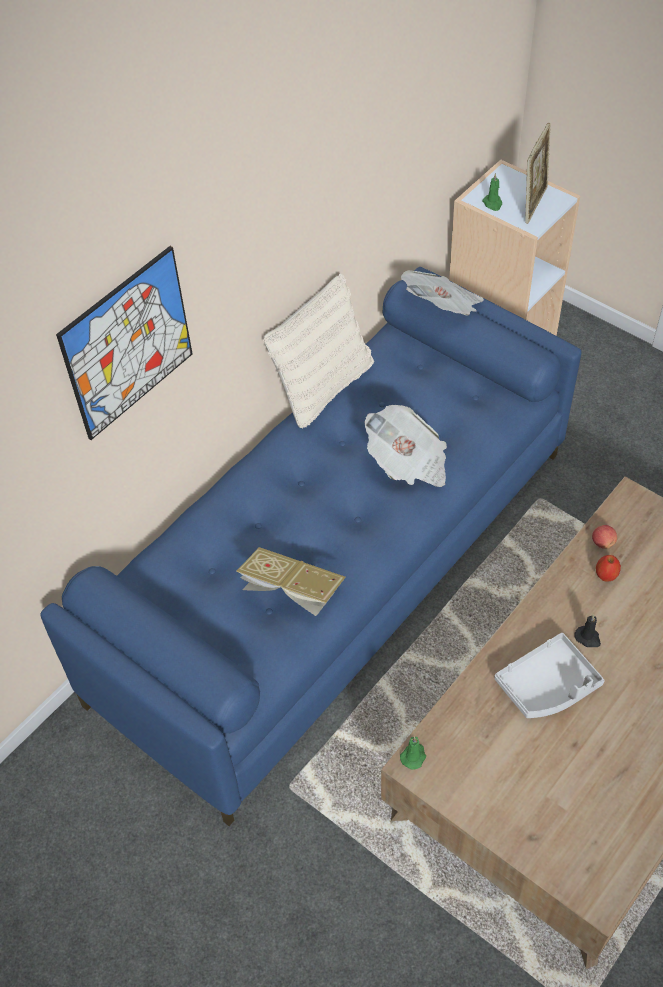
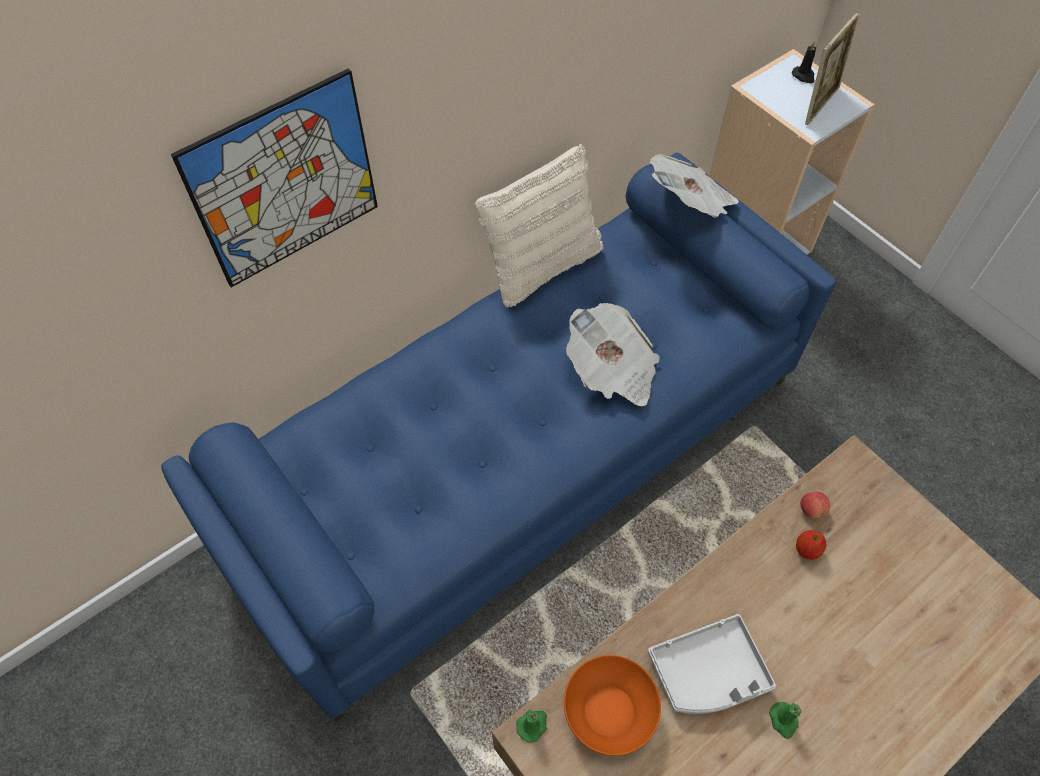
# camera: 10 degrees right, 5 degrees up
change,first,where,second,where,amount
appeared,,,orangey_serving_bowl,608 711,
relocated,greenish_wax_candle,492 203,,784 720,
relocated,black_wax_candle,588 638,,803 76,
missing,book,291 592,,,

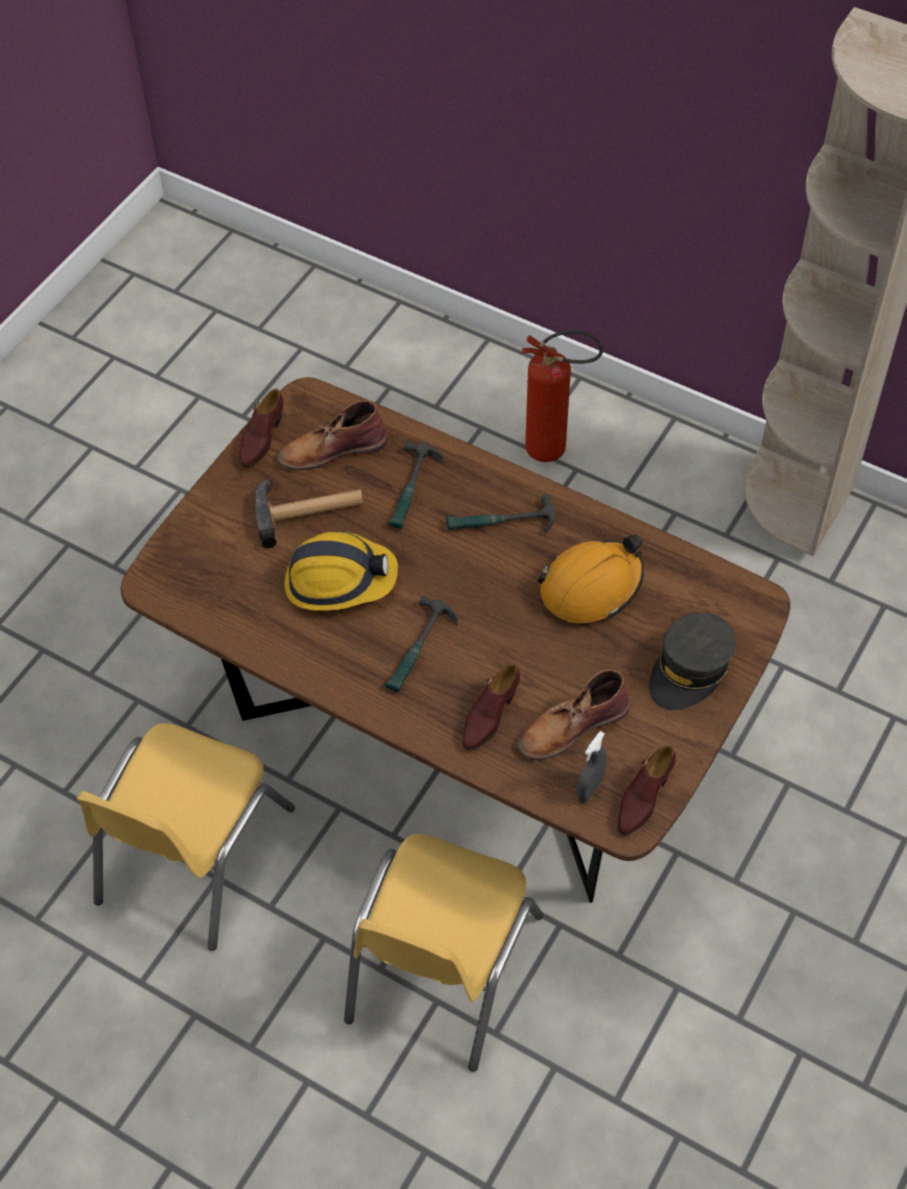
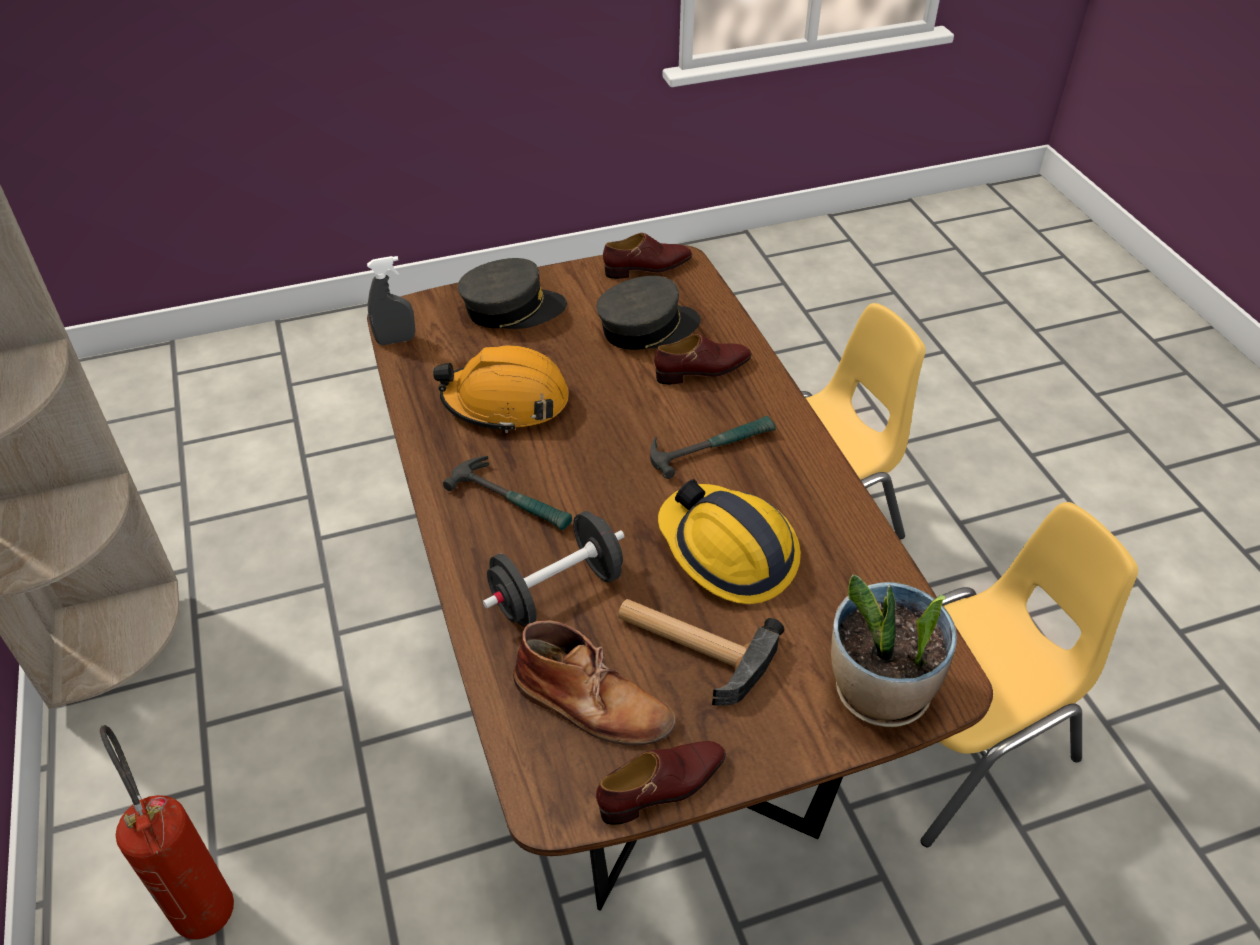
# camera: 140 degrees left, 10 degrees down
change,first,where,second,where,amount
relocated,grey_spray_bottle,590 789,,396 340,
exchanged,tool_hammer,412 489,black_hand_weight,557 592,
exchanged,brown-coloured_boot,571 726,grey_cap,647 328,
appeared,,,houseplant,879 692,

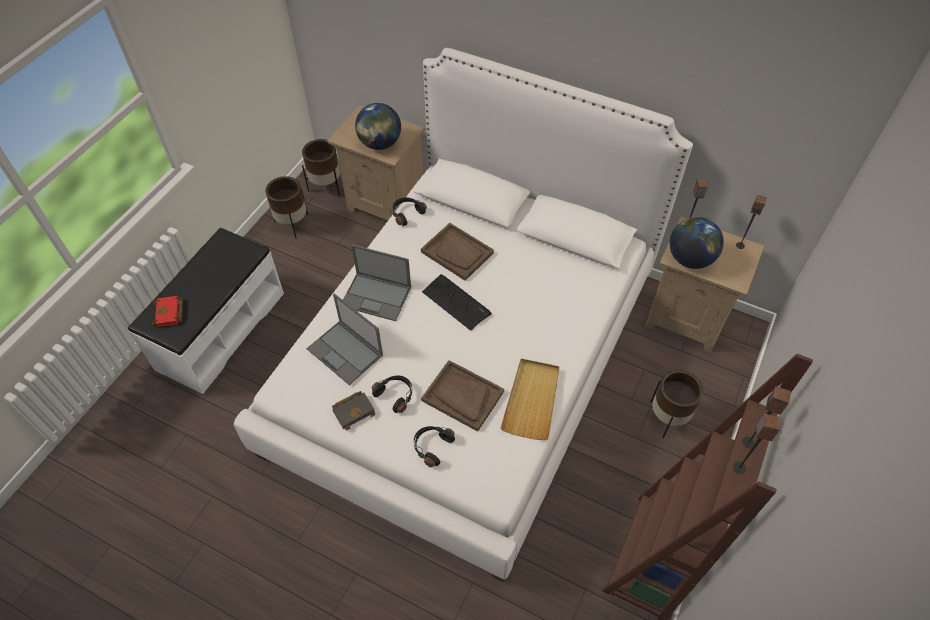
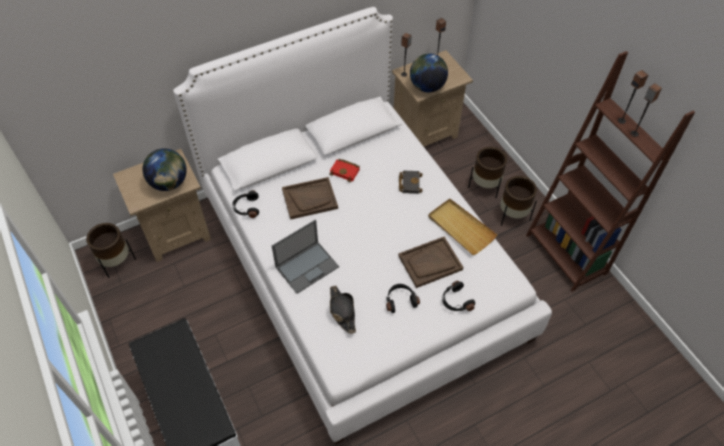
# camera: 55 degrees left, 0 degrees up
change,first,where,second,where,amount
relocated,red-coloured_book,170 313,,345 171,
exchanged,laptop,346 352,black_hat,342 311,
relocated,black_book,354 410,,409 183,
relocated,brown-coloured_plant_pot,292 224,,513 216,
missing,keyboard,456 302,,,

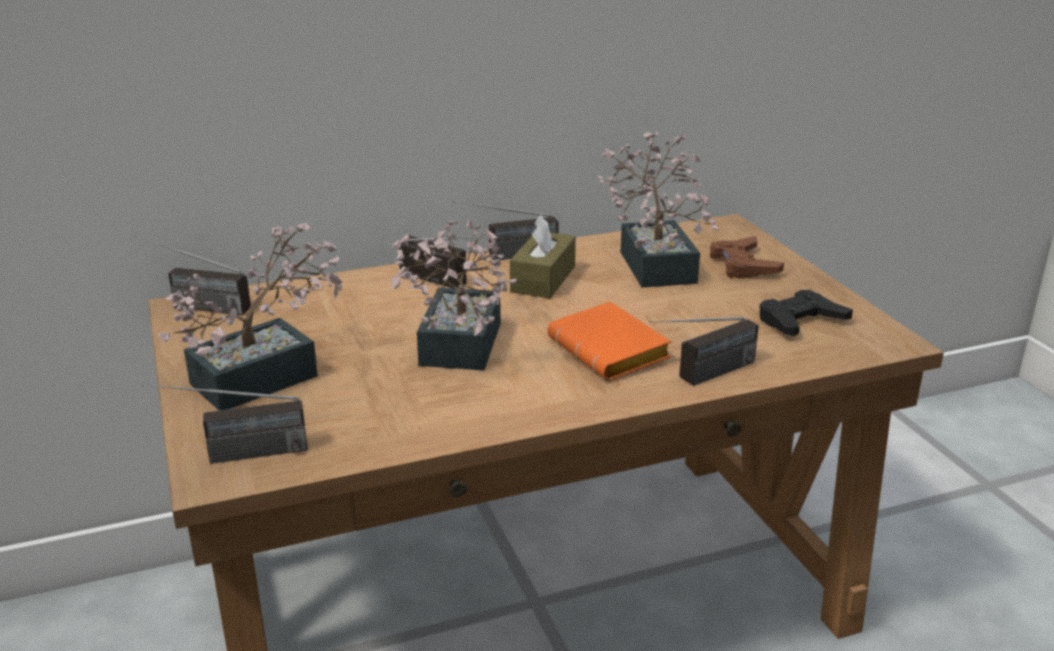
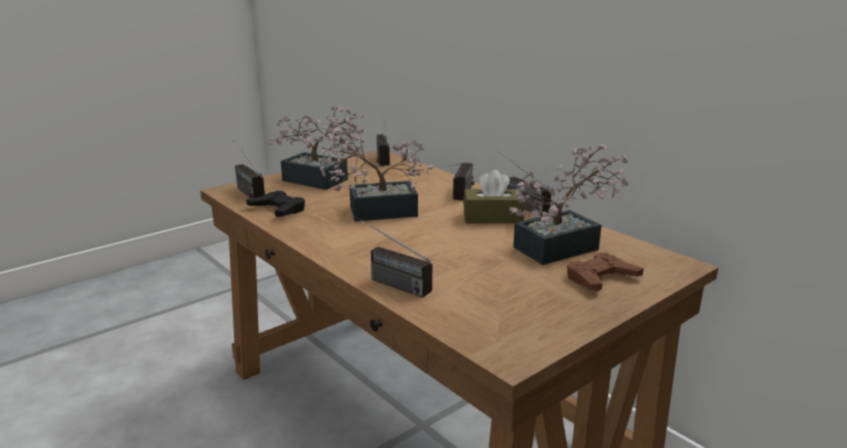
# camera: 70 degrees right, 5 degrees down
change,first,where,second,where,amount
relocated,black_game_controller,800 321,,278 209,
missing,orangey_book,613 351,,,

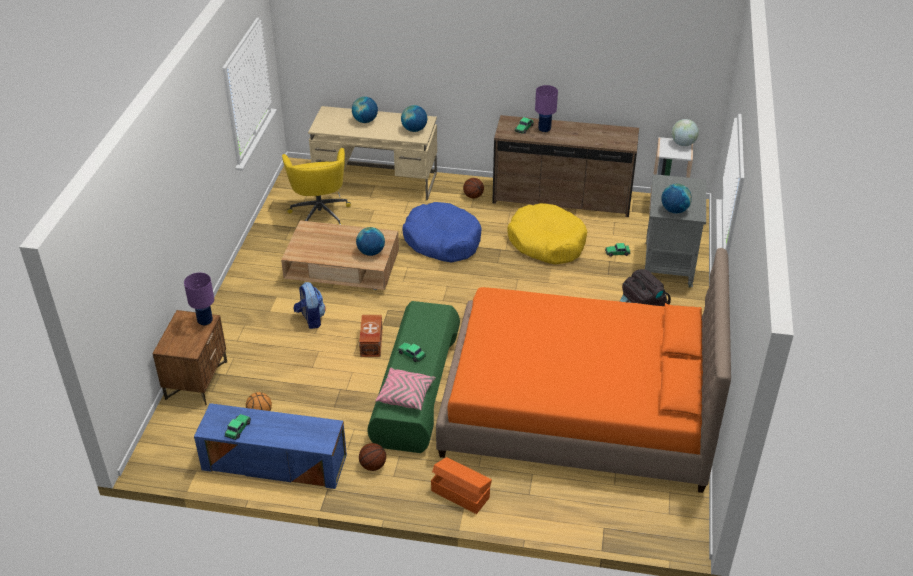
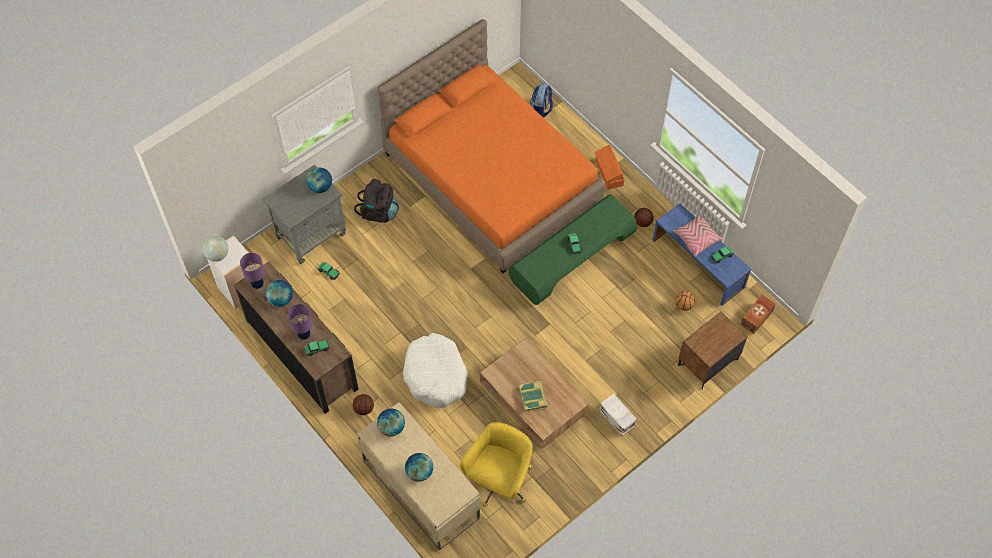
# camera: 140 degrees left, 20 degrees up
change,first,where,second,where,amount
relocated,purplish_table_lamp,205 321,,257 284,
relocated,world_globe,371 252,,281 299,
colour,blue_dog_cushion,442 241,whitish_dog_cushion,435 375,
appeared,,,book,533 397,
relocated,rucksack,311 319,,541 109,
appeared,,,whitish_storage_bin,617 418,
relocated,pink-coloured_pillow,406 395,,696 238,
relocated,brown-coloured_storage_bin,370 343,,757 318,
missing,yellow_dog_cushion,546 242,,,

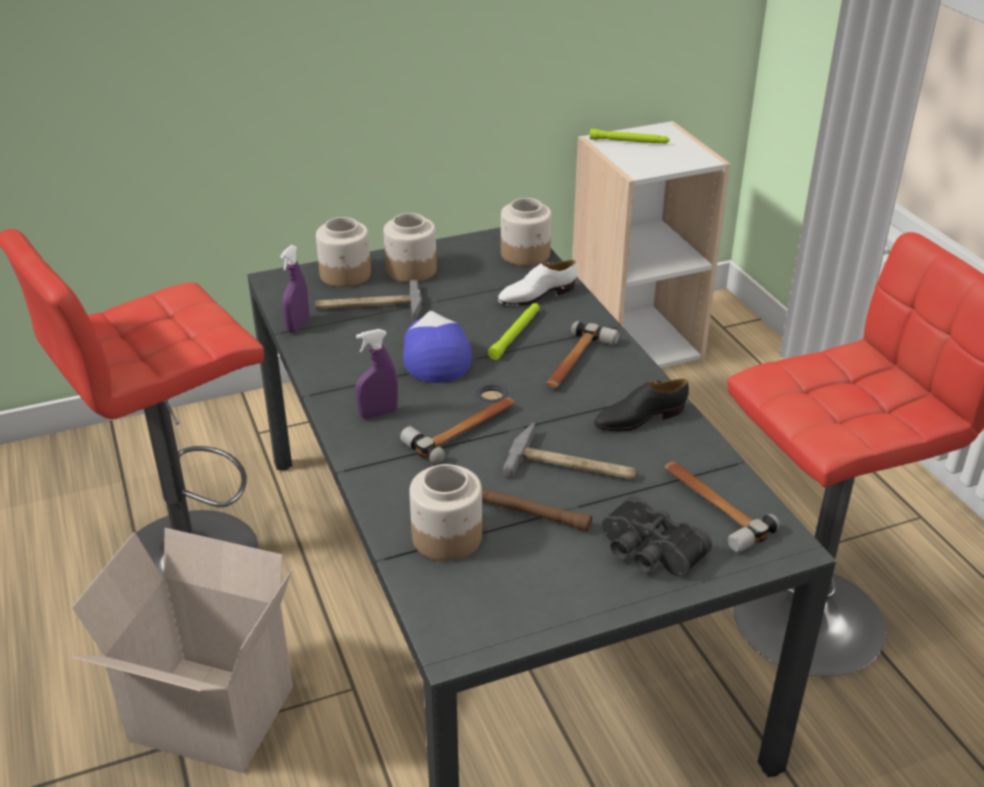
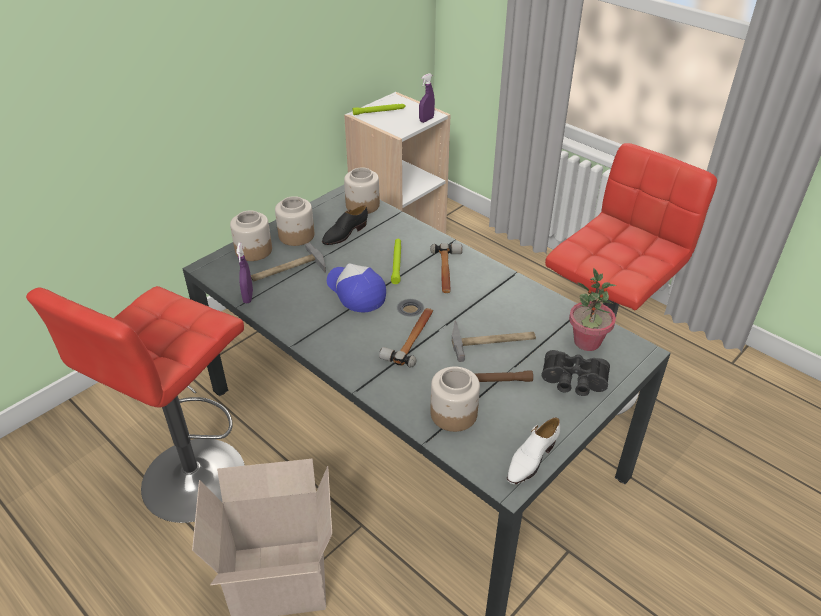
# camera: 25 degrees left, 5 degrees up
change,first,where,second,where,amount
relocated,black_shoe,639 418,,344 233,
relocated,purplish_spray_bottle,378 413,,426 120,
relocated,whitish_shoe,536 295,,531 459,
exchanged,tool_hammer,711 507,houseplant,587 342,

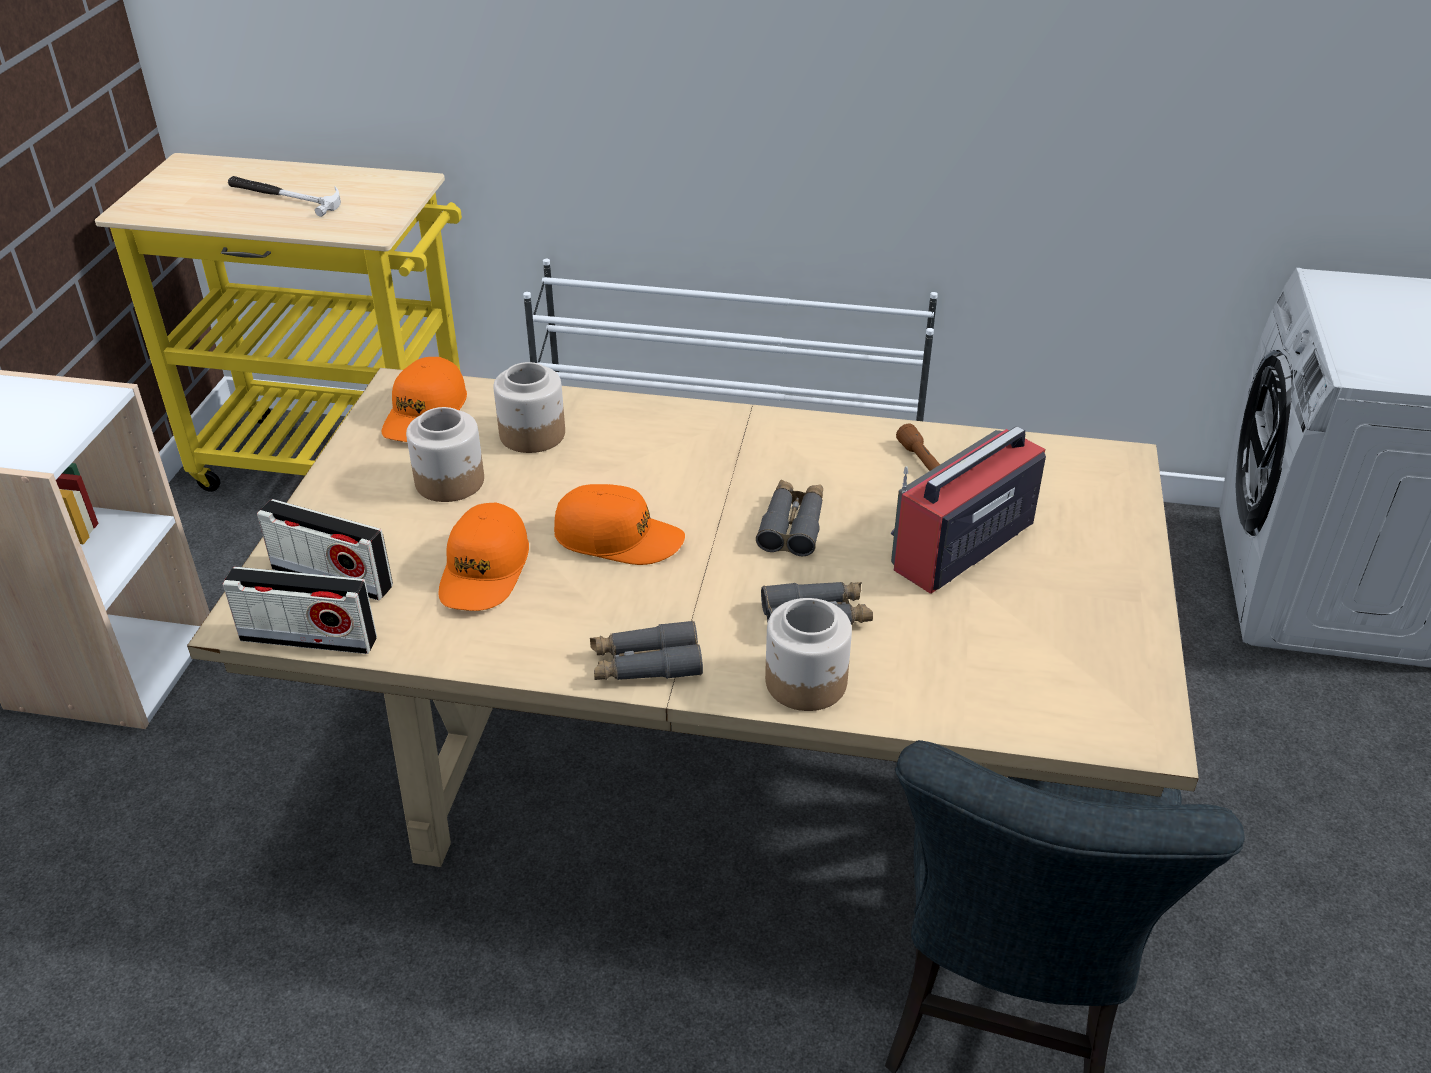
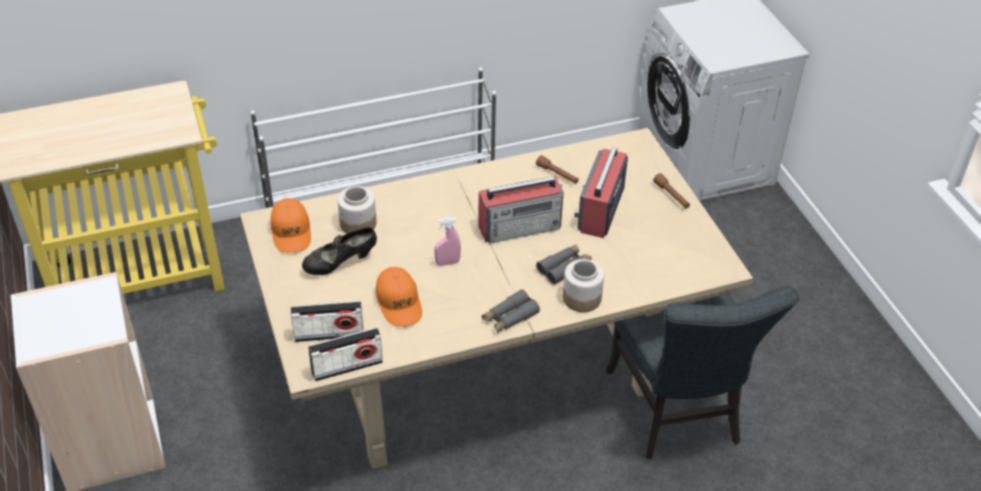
# camera: 30 degrees left, 5 degrees up
change,first,where,second,where,amount
exchanged,storage_jar,451 481,black_shoe,340 264,
exchanged,orangey_cap,618 538,pink-coloured_spray_bottle,447 263,
exchanged,grey_field_glasses,792 525,radio,521 227,
appeared,,,brown-coloured_hand_torch,671 196,
missing,tool_hammer,285 197,,,

